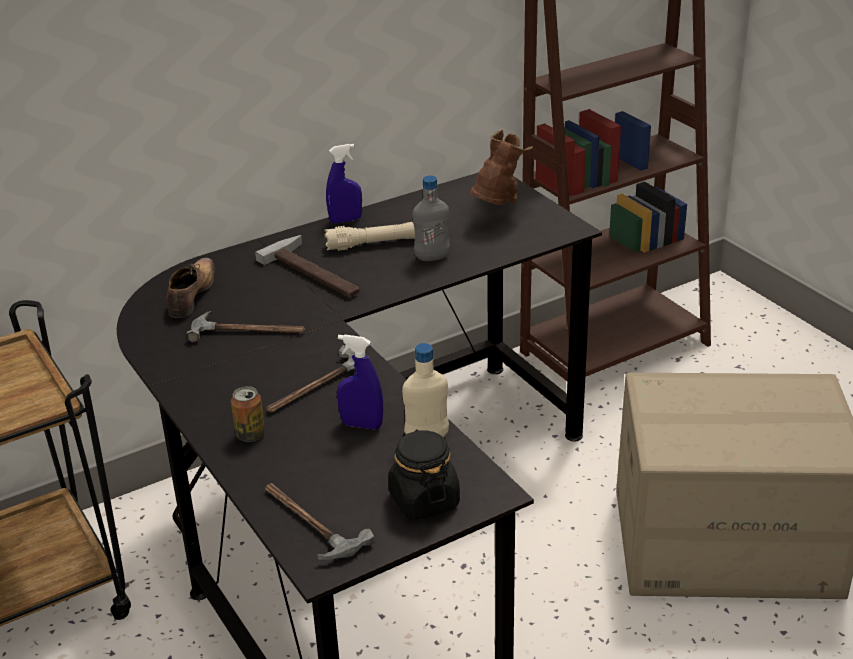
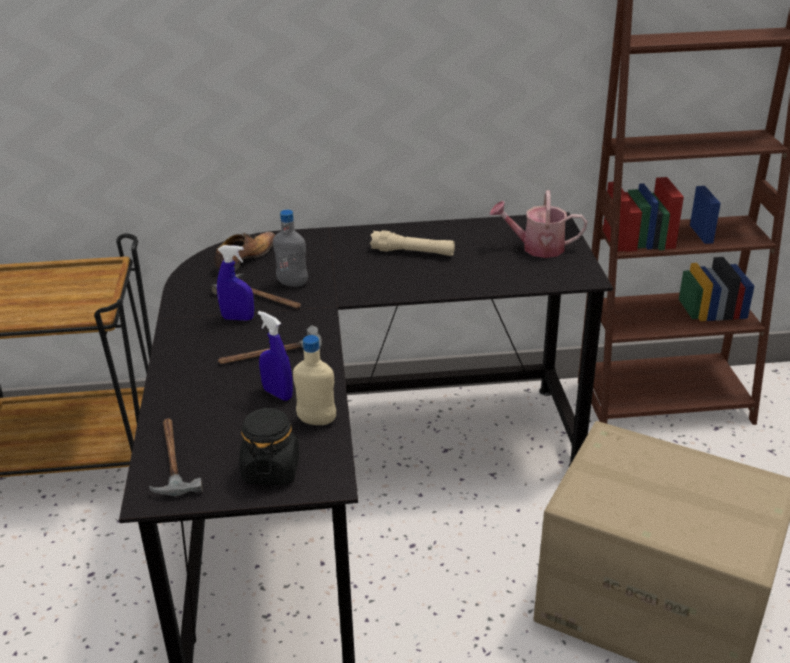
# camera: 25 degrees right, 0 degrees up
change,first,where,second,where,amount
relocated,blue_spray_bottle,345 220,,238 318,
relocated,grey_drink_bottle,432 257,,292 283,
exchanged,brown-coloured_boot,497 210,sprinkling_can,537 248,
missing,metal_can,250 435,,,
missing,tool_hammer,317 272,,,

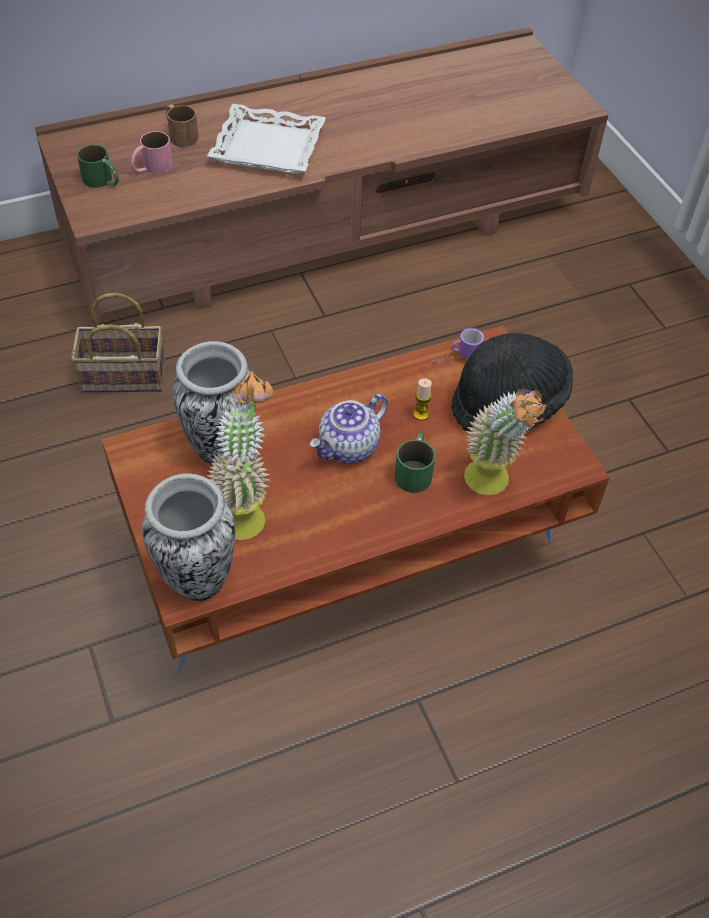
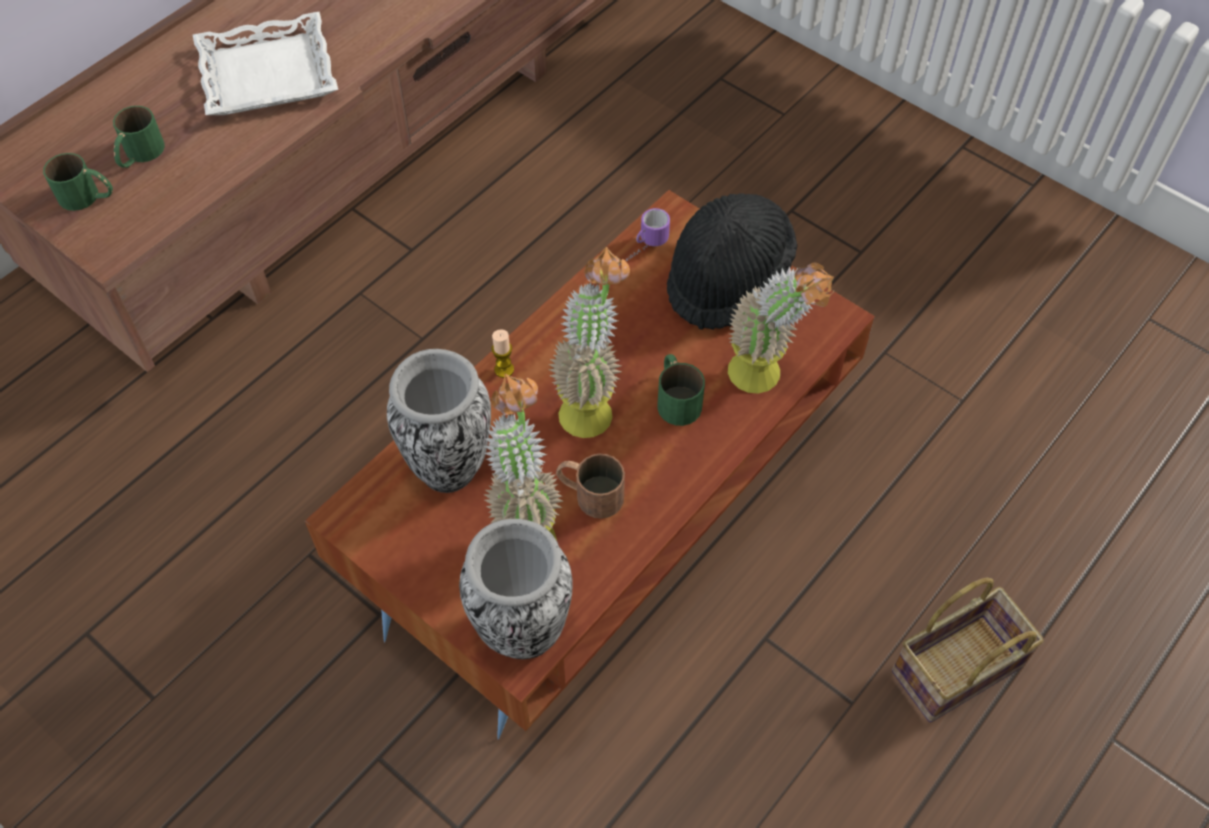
# camera: 25 degrees left, 5 degrees up
change,first,where,second,where,amount
colour,pink-coloured_coffee_mug,151 167,greenish_coffee_mug,139 155,
relocated,wax_candle,421 414,,504 369,
exchanged,tea_pot,349 448,houseplant,591 404,
relocated,brown-coloured_coffee_mug,180 134,,589 493,
relocated,basket,121 378,,955 672,

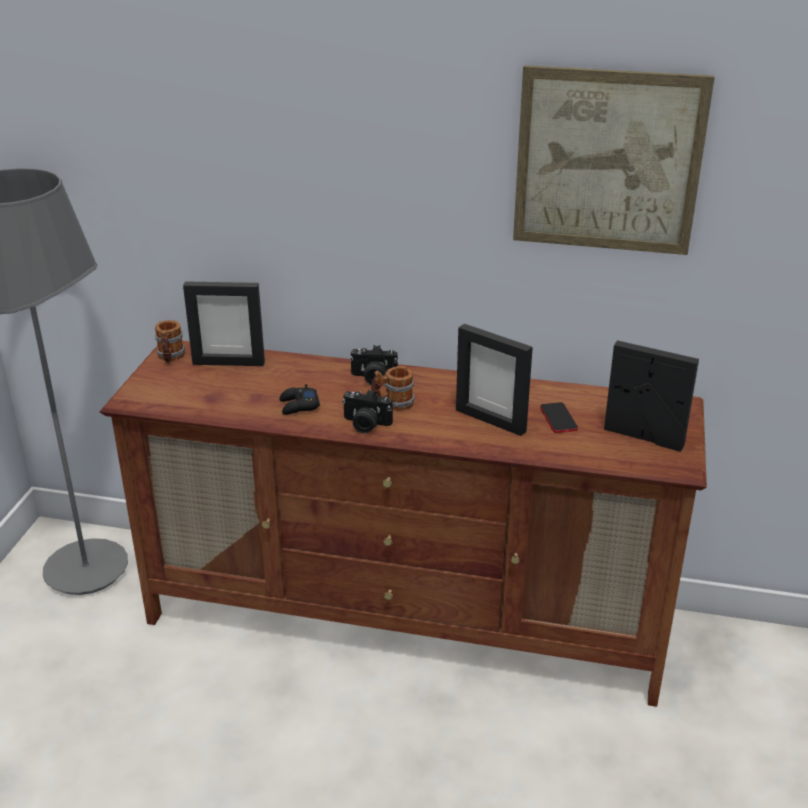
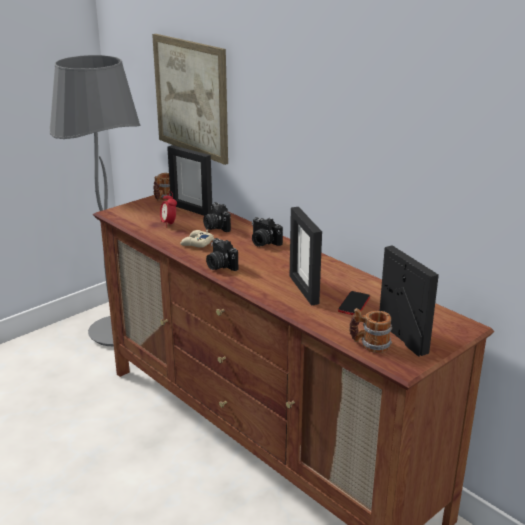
# camera: 35 degrees right, 5 degrees down
change,first,where,second,where,amount
relocated,wall_picture,608 161,,191 97,
appeared,,,alarm_clock,169 224,
colour,black_game_controller,299 406,sand-coloured_game_controller,197 243,
appeared,,,still_camera,216 227,
relocated,coffee_mug,392 404,,369 344,

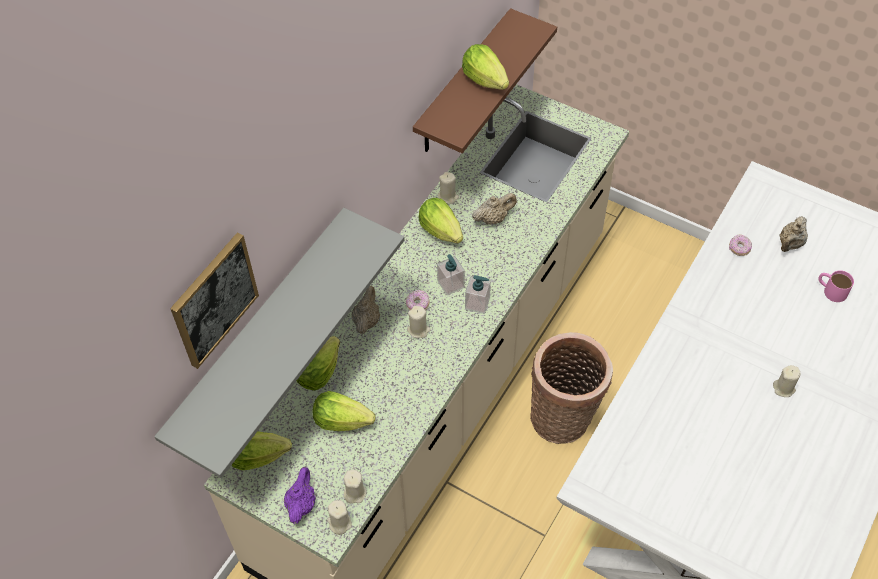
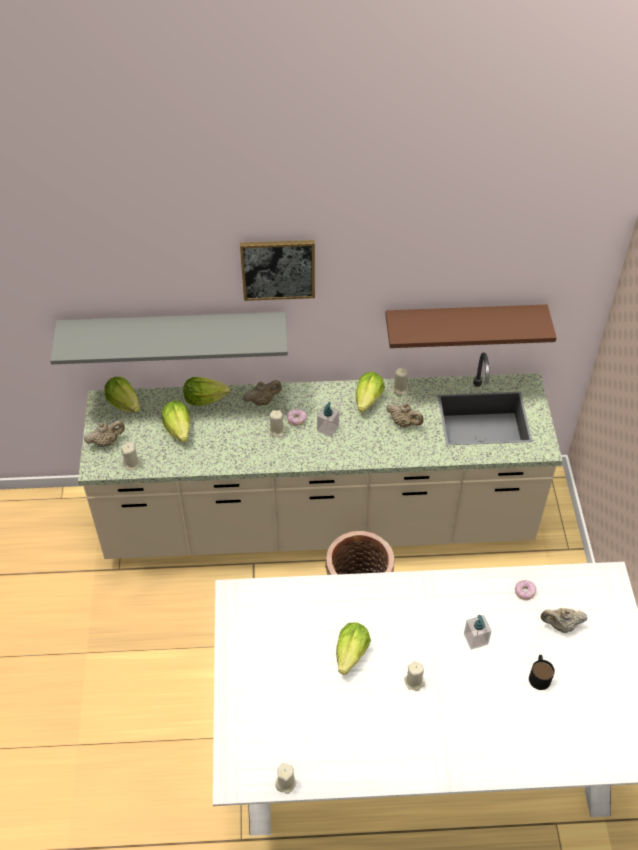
# camera: 55 degrees right, 5 degrees down
change,first,where,second,where,amount
colour,purplish_tea_pot,301 504,sand-coloured_tea_pot,106 442,
relocated,wall_picture,214 300,,278 269,
relocated,sand-coloured_wax_candle,339 523,,285 783,
relocated,lettuce_head,485 79,,351 653,
relocated,liquid_soap_bottle,477 303,,475 639,
colour,pink-coloured_coffee_mug,831 290,black_coffee_mug,539 675,

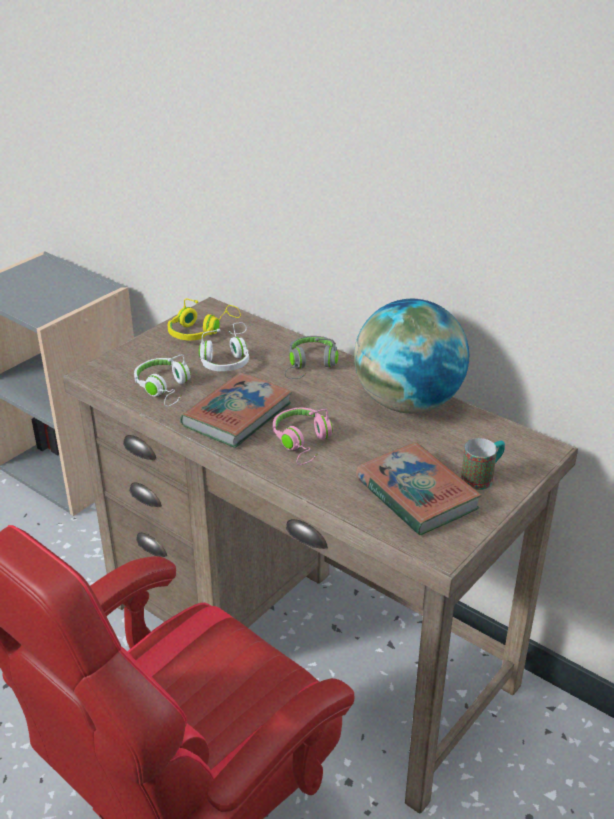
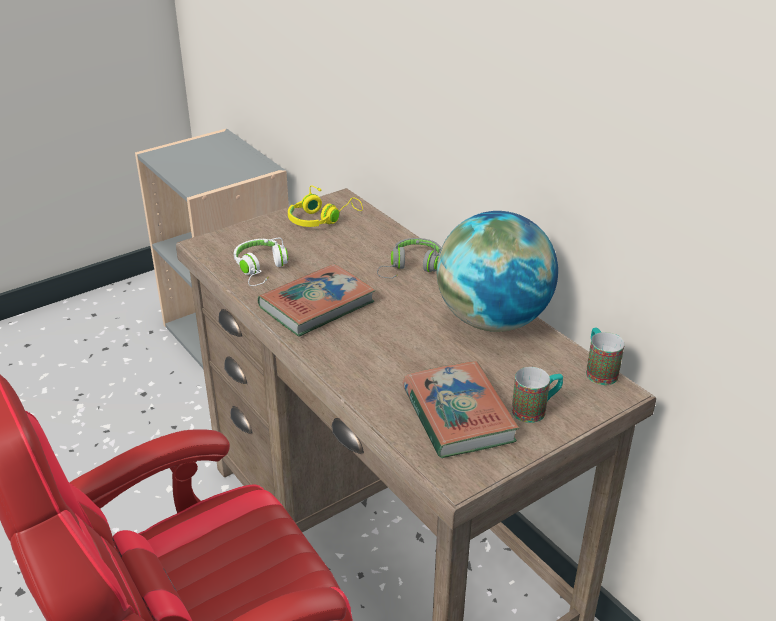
# camera: 15 degrees right, 0 degrees up
change,first,where,second,where,amount
appeared,,,coffee_mug,598 370,
missing,whitish_headphones,226 358,,,
missing,pink-coloured_headphones,303 442,,,

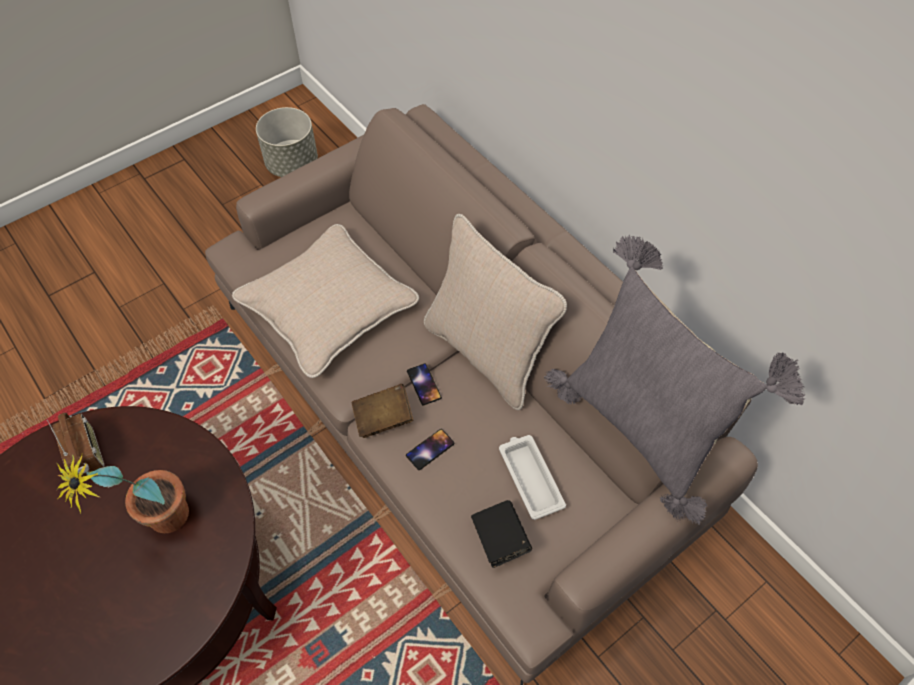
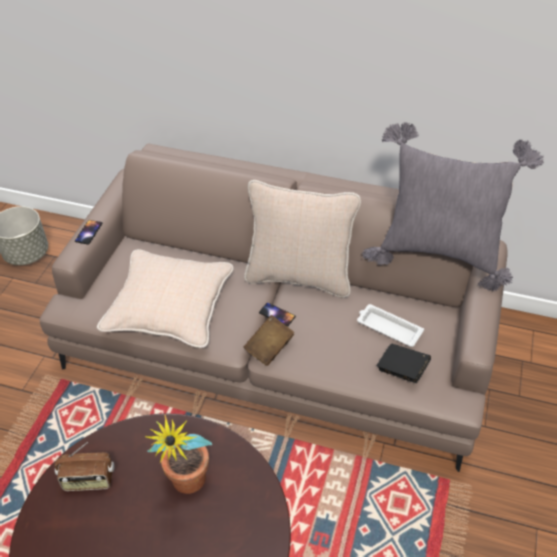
# camera: 35 degrees left, 10 degrees down
change,first,where,second,where,amount
spun,radio,87 454,,88 480,150 degrees clockwise
relocated,phone,430 449,,88 232,

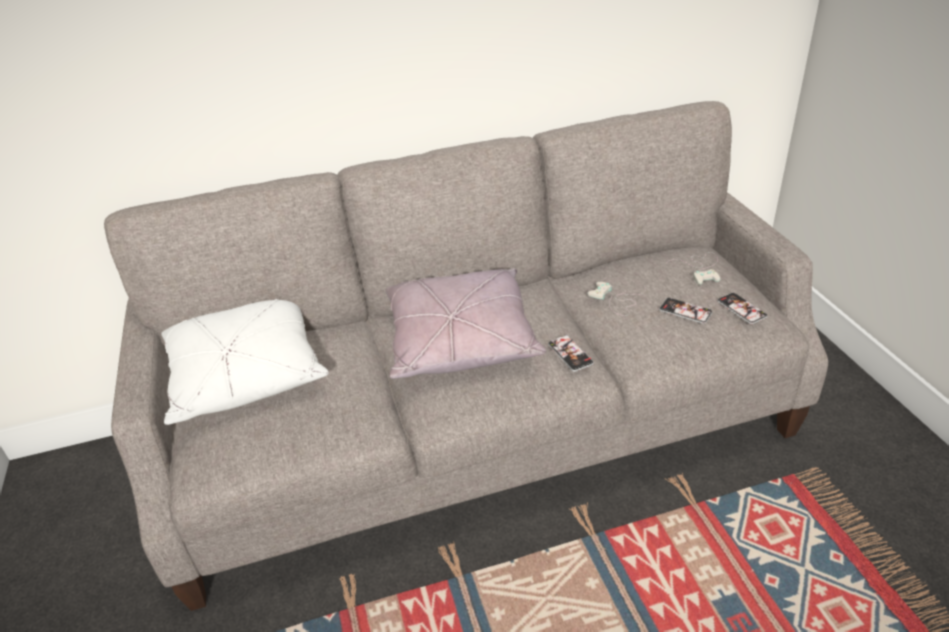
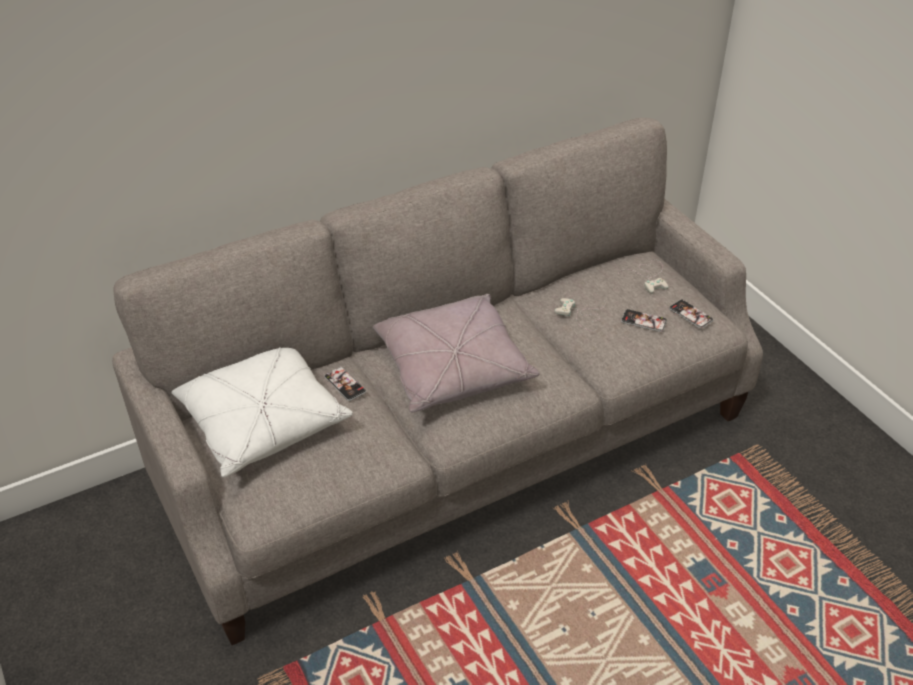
# camera: 15 degrees left, 5 degrees up
change,first,where,second,where,amount
relocated,phone,570 354,,345 384,

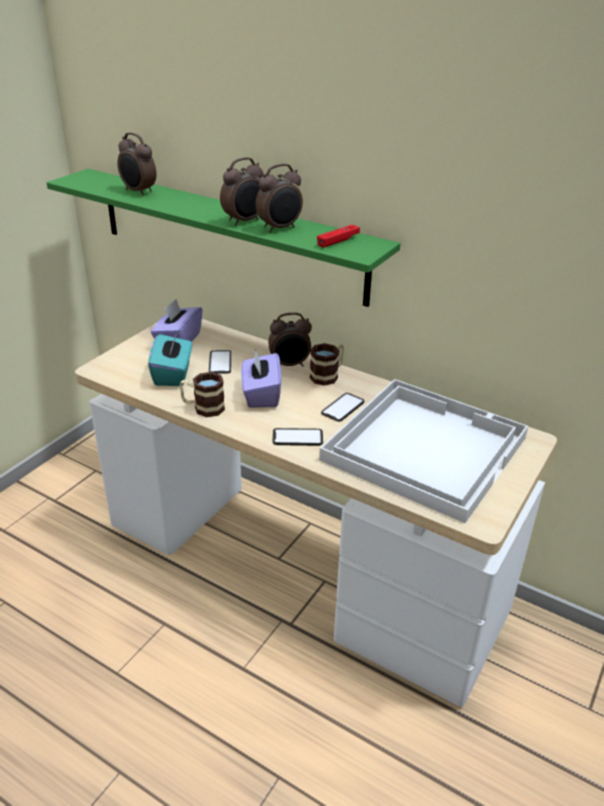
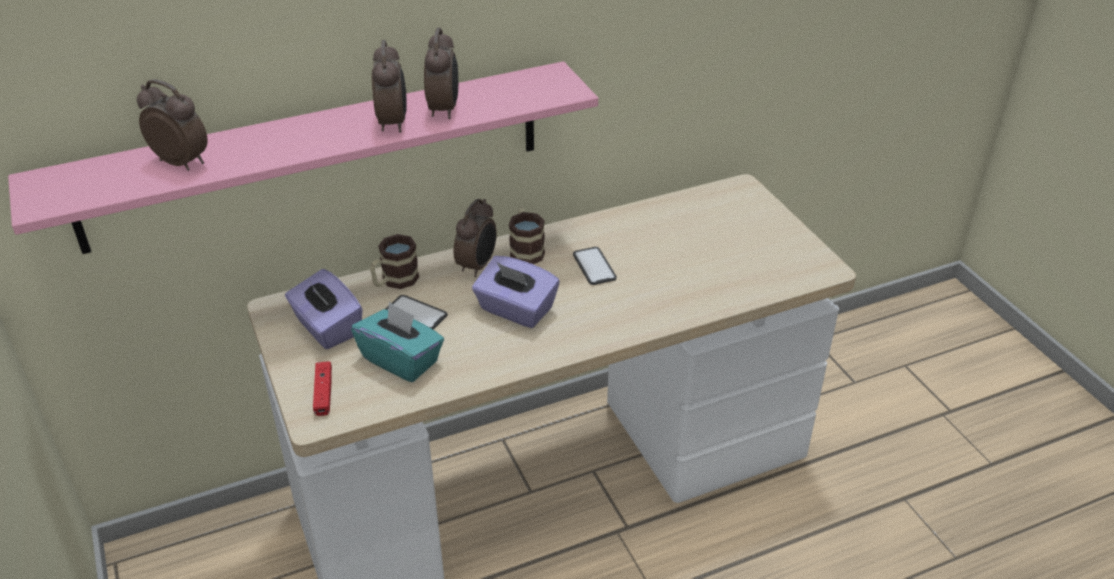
# camera: 55 degrees left, 5 degrees up
change,first,where,second,where,amount
colour,greenish_bracket_shelf,228 234,pink-coloured_bracket_shelf,315 156,
spun,alarm_clock,138 192,,182 162,135 degrees counterclockwise
relocated,red-coloured_game_controller,338 241,,323 393,
relocated,coffee_mug,203 408,,394 281,
missing,phone,297 438,,,
missing,whitish_tray,424 447,,,

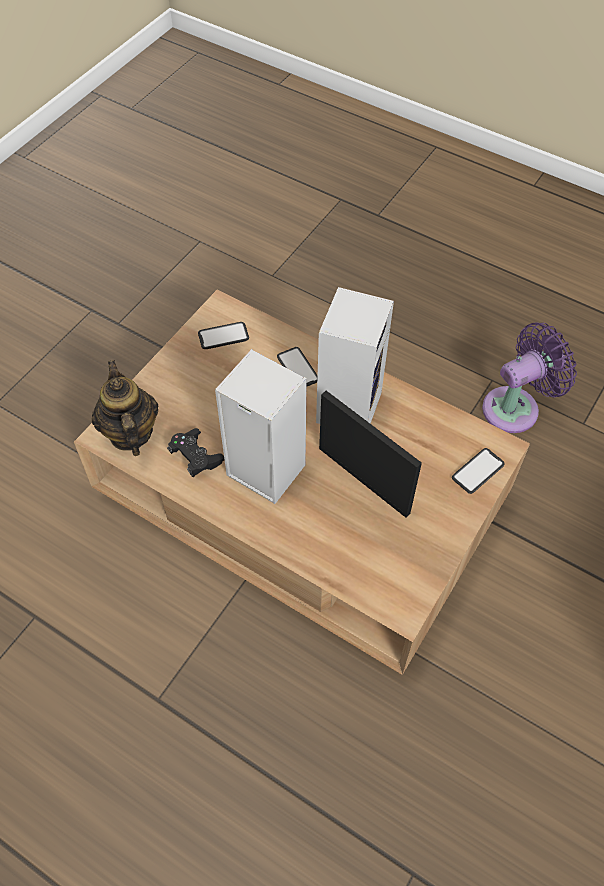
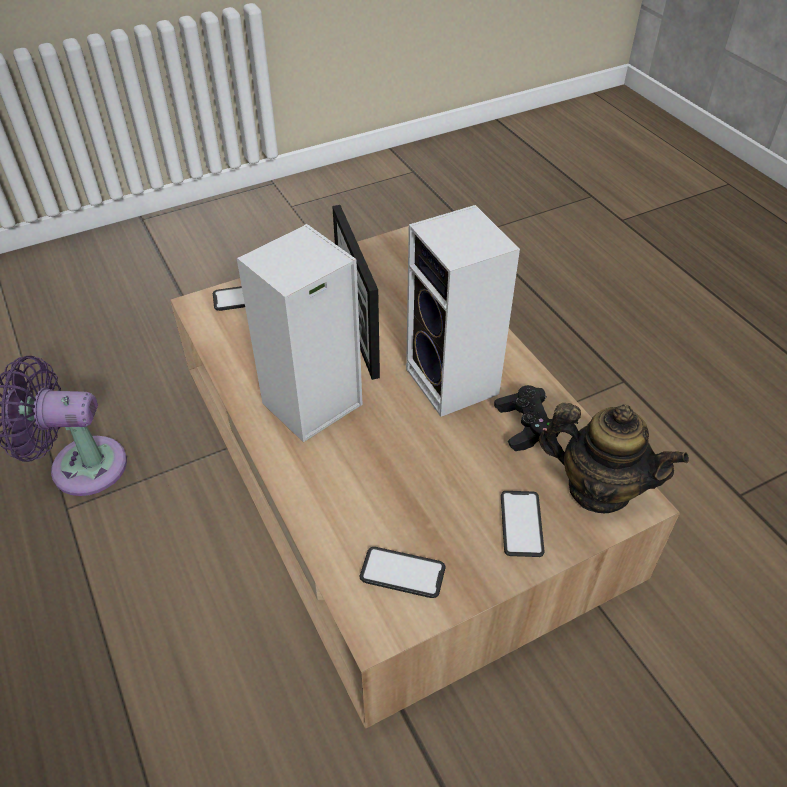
# camera: 150 degrees left, 10 degrees down
change,first,where,second,where,amount
relocated,phone,297 368,,521 524,
spun,tea_pot,130 433,,598 489,75 degrees counterclockwise

